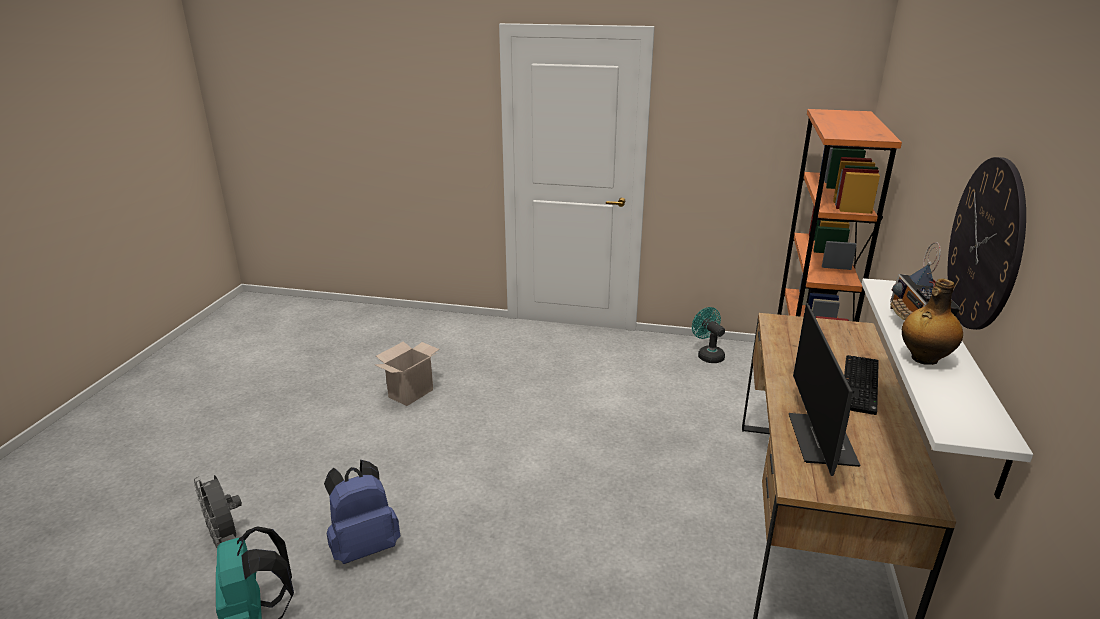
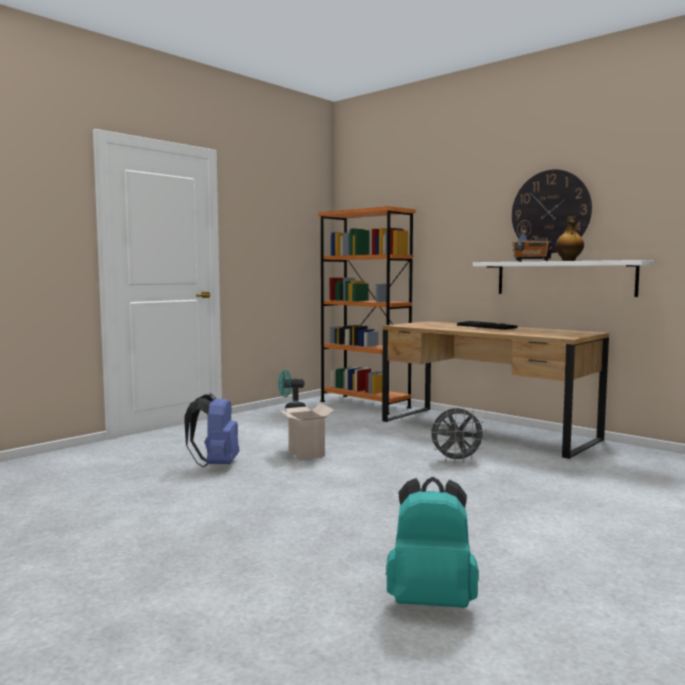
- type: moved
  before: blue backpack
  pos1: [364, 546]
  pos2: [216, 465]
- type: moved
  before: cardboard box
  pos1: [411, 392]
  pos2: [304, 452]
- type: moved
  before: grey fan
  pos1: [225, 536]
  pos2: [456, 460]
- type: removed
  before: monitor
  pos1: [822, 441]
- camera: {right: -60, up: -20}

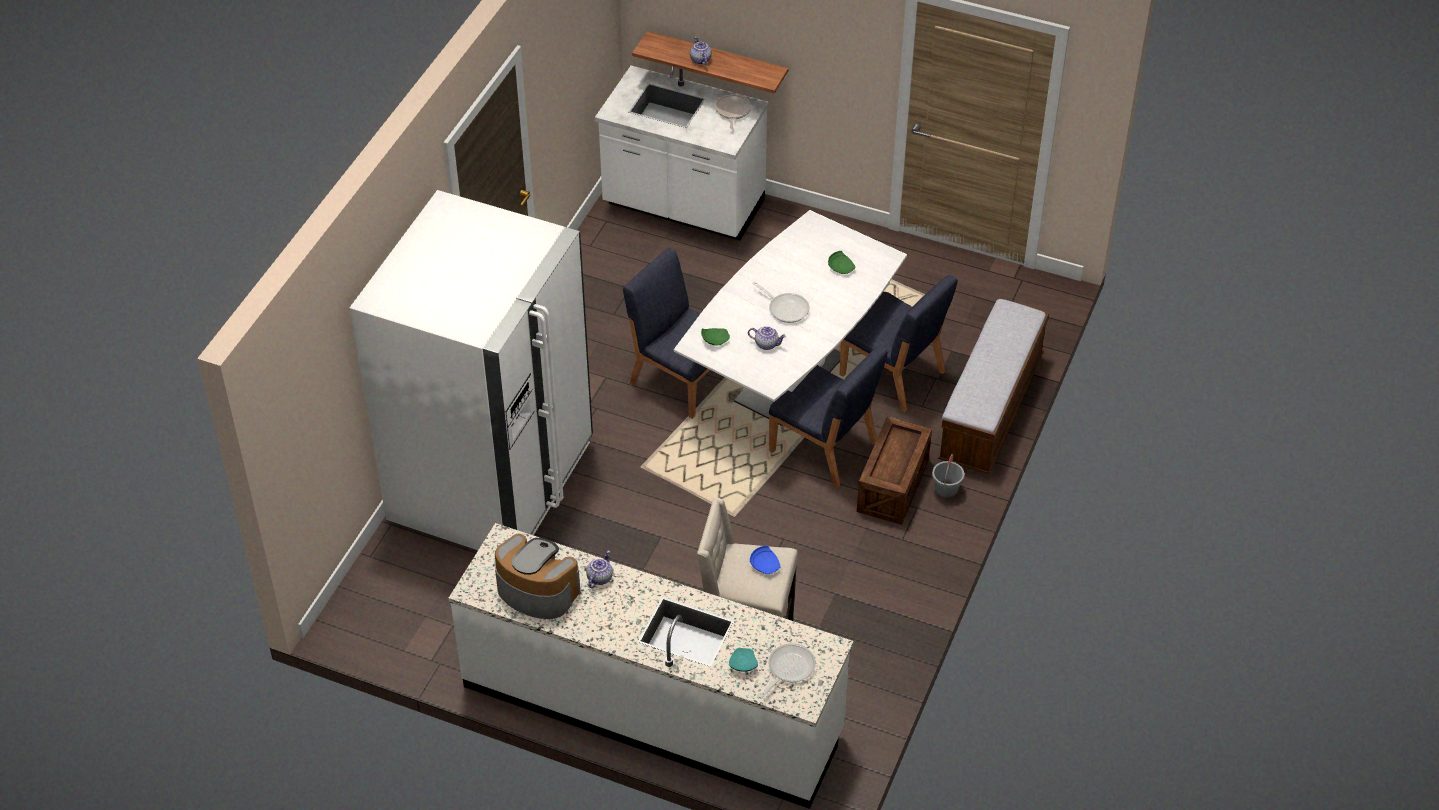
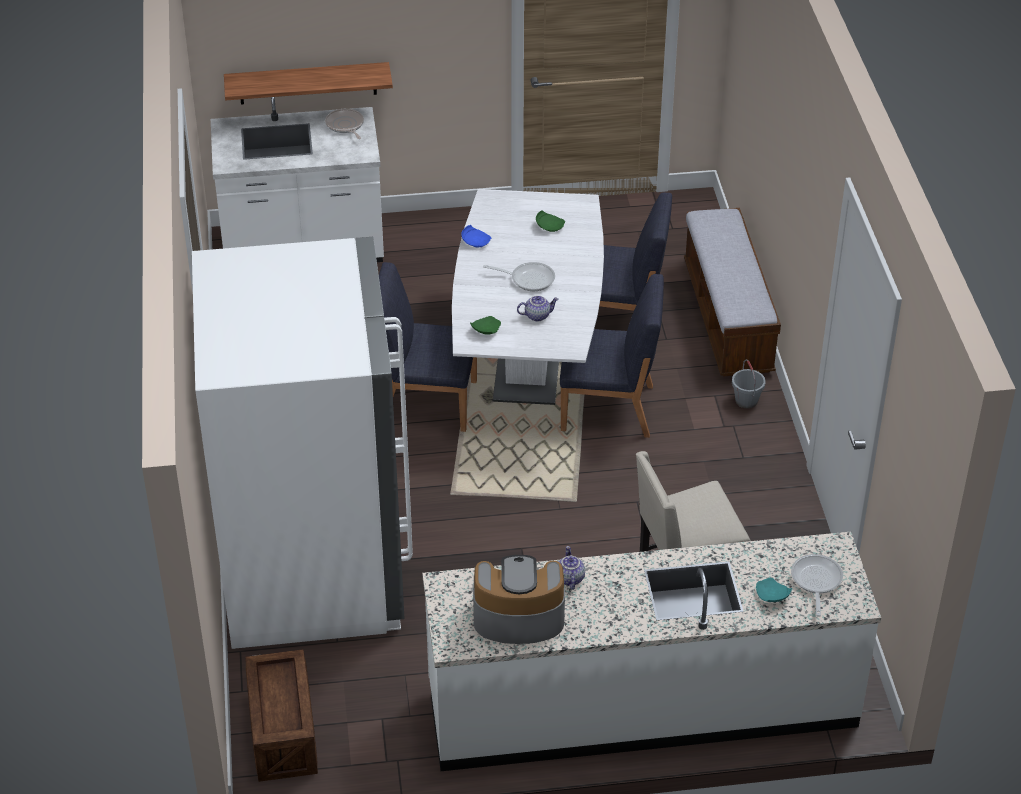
- type: moved
  before: crate
  pos1: [893, 486]
  pos2: [283, 733]
- type: moved
  before: blue plate
  pos1: [765, 565]
  pos2: [475, 242]
- type: removed
  before: teapot
  pos1: [700, 60]
- camera: {right: -30, up: -5}

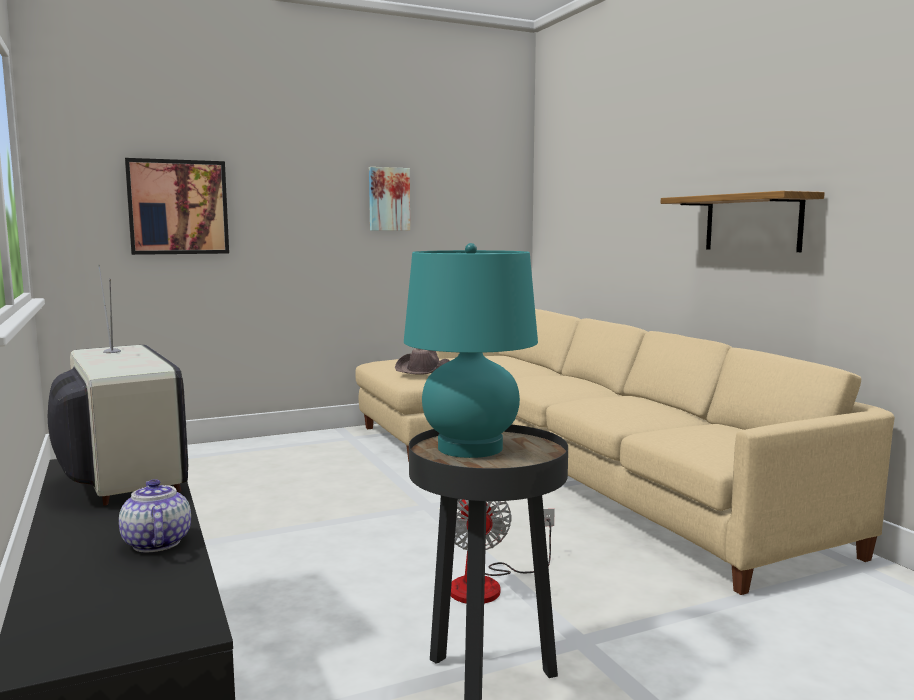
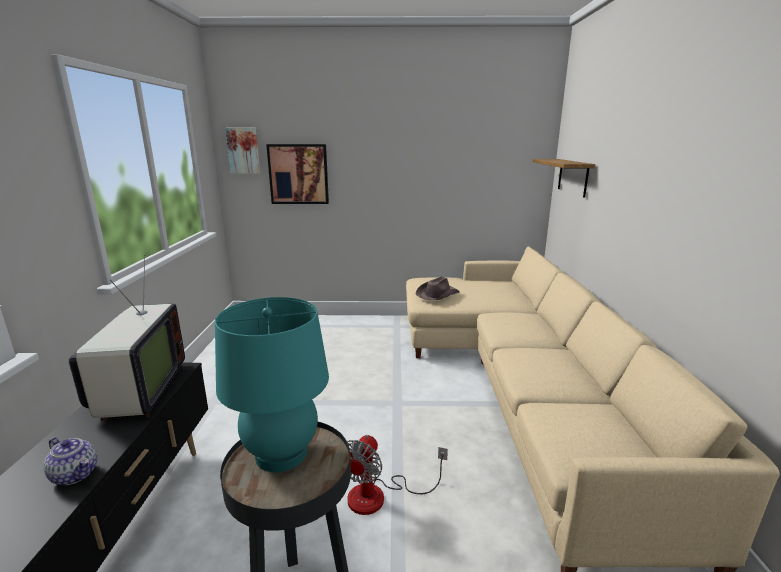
- type: turned
  before: teapot
  pos1: [155, 543]
  pos2: [76, 474]
  turn: 120
- type: moved
  before: picture
  pos1: [388, 199]
  pos2: [243, 150]
- type: moved
  before: shelf
  pos1: [752, 223]
  pos2: [573, 177]
- camera: {right: 25, up: 10}

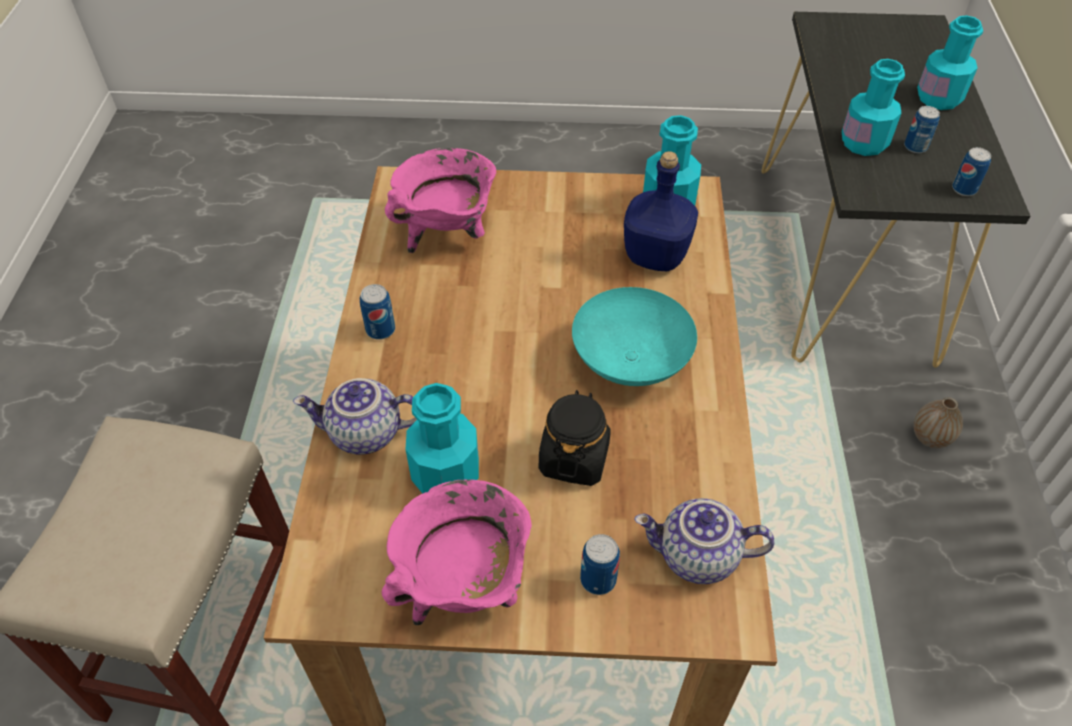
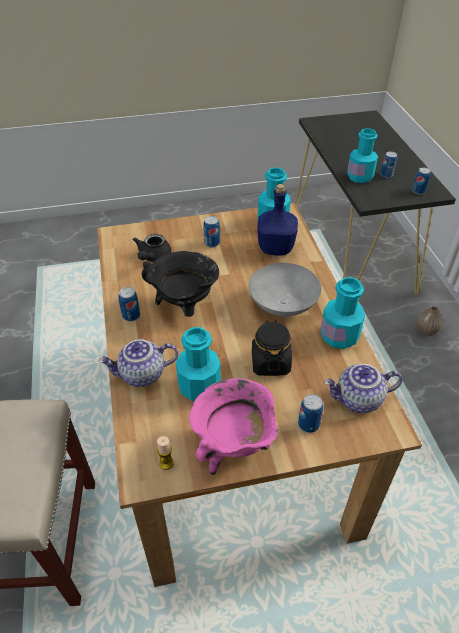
- type: replaced
  before: pink cooking pot
  after: black teapot
  pos1: [448, 234]
  pos2: [153, 257]
- type: added
  after: black cooking pot
  pos2: [184, 306]
- type: added
  after: candle
  pos2: [166, 463]
- type: added
  after: can
  pos2: [212, 243]
- type: recoloured
  before: turquoise bowl
  after: grey bowl
  pos1: [628, 361]
  pos2: [281, 305]
- type: moved
  before: turquoise bottle
  pos1: [938, 98]
  pos2: [339, 336]
- camera: {right: -15, up: -5}

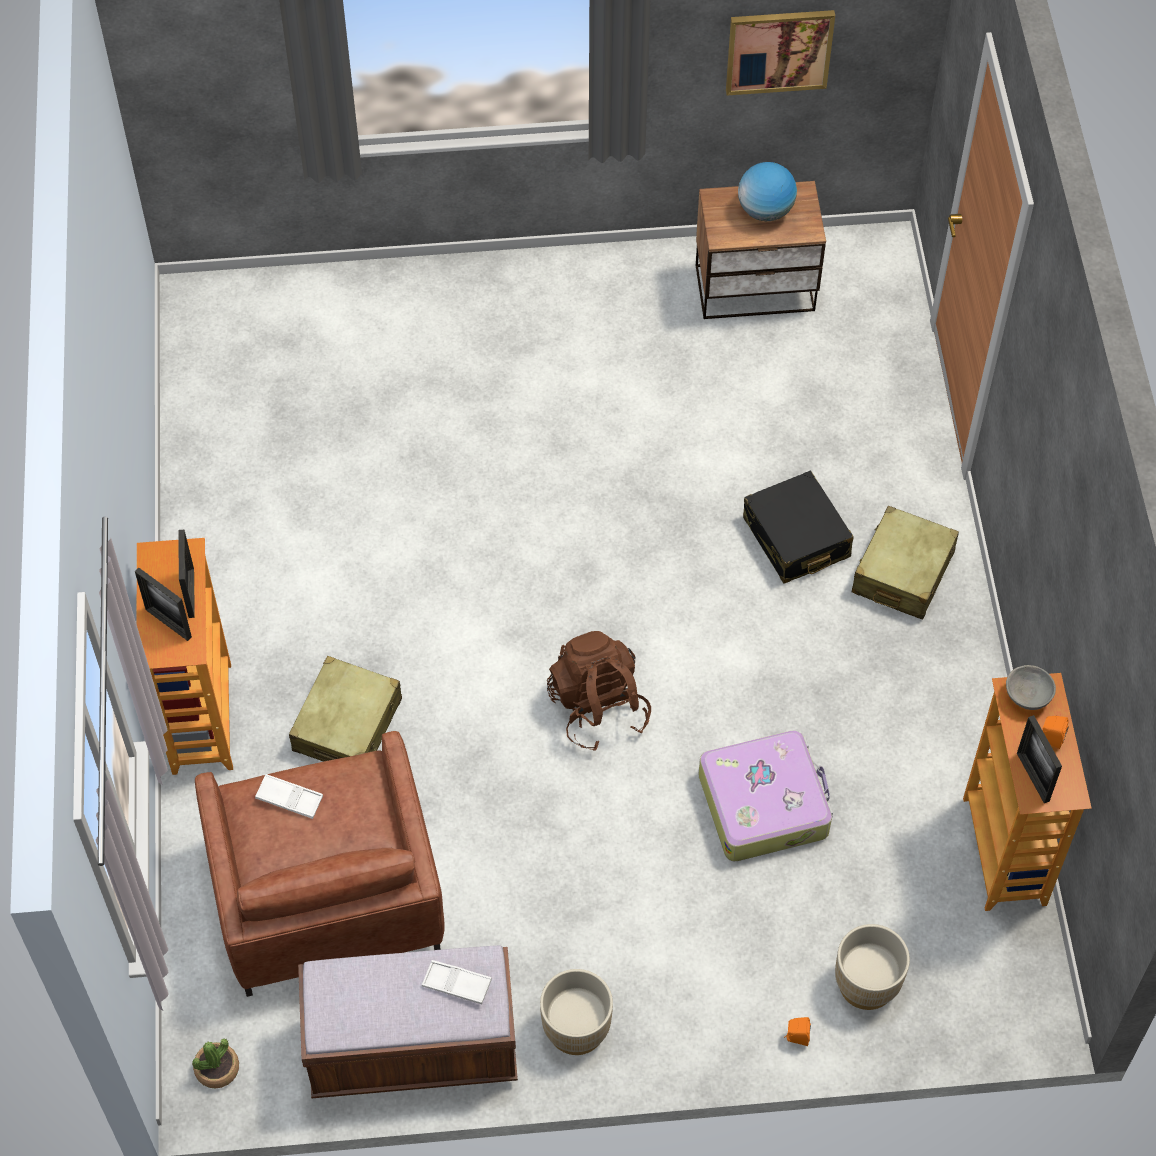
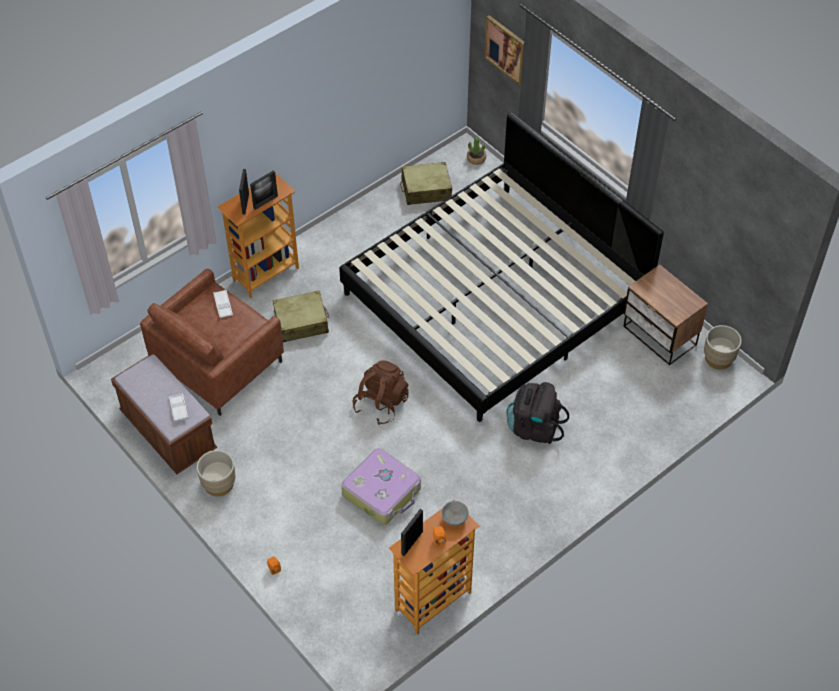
- type: added
  after: bed
  pos2: [495, 298]
- type: moved
  before: beige suitcase
  pos1: [902, 573]
  pos2: [426, 190]
- type: moved
  before: potted plant
  pos1: [217, 1068]
  pos2: [476, 158]
- type: moved
  before: picture
  pos1: [779, 50]
  pos2: [506, 49]
- type: replaced
  before: black suitcase
  after: black backpack
  pos1: [796, 538]
  pos2: [534, 427]
- type: moved
  before: beige planter
  pos1: [866, 983]
  pos2: [718, 358]
- type: removed
  before: globe
  pos1: [765, 211]
- camera: {right: 55, up: -5}

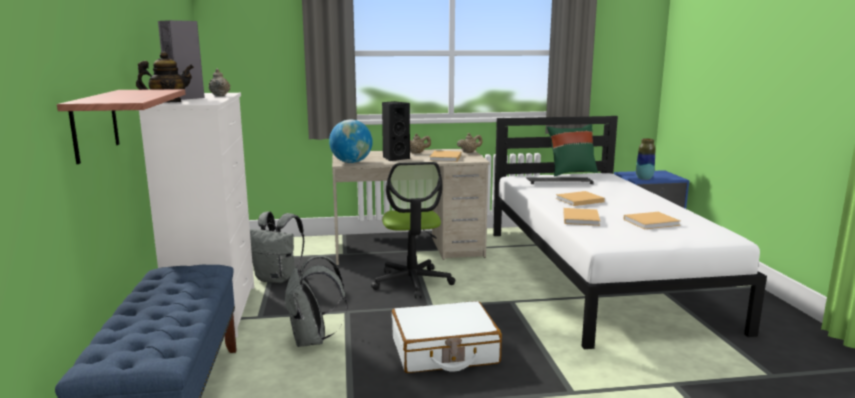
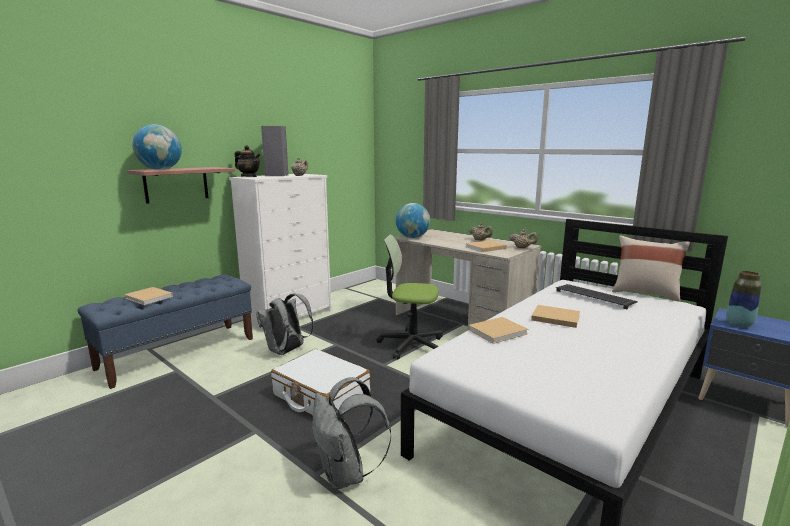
- type: moved
  before: beige book
  pos1: [652, 222]
  pos2: [149, 297]
- type: added
  after: globe
  pos2: [160, 169]
- type: moved
  before: grey backpack
  pos1: [277, 278]
  pos2: [346, 475]
- type: turned
  before: office chair
  pos1: [412, 282]
  pos2: [411, 344]
  turn: 60
- type: recoloured
  before: green pillow
  after: beige pillow
  pos1: [571, 172]
  pos2: [645, 293]
- type: removed
  before: black speaker
  pos1: [395, 158]
- camera: {right: 50, up: 0}

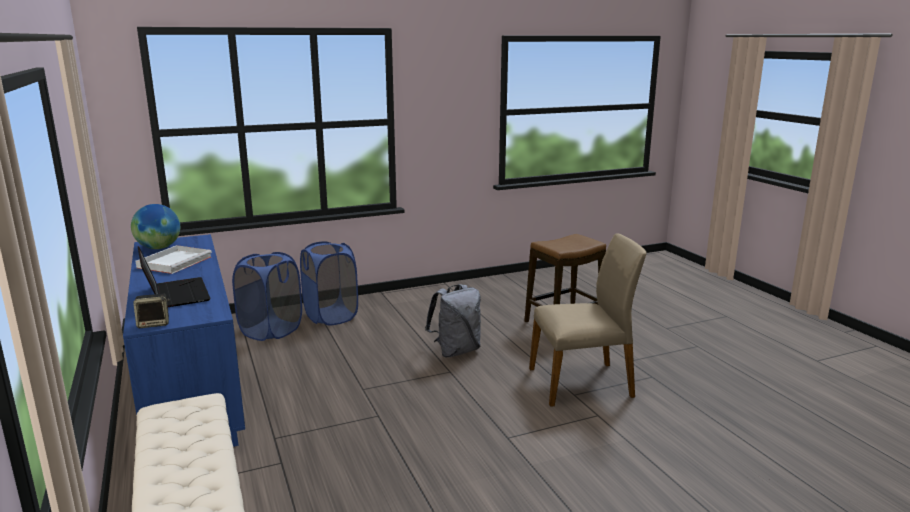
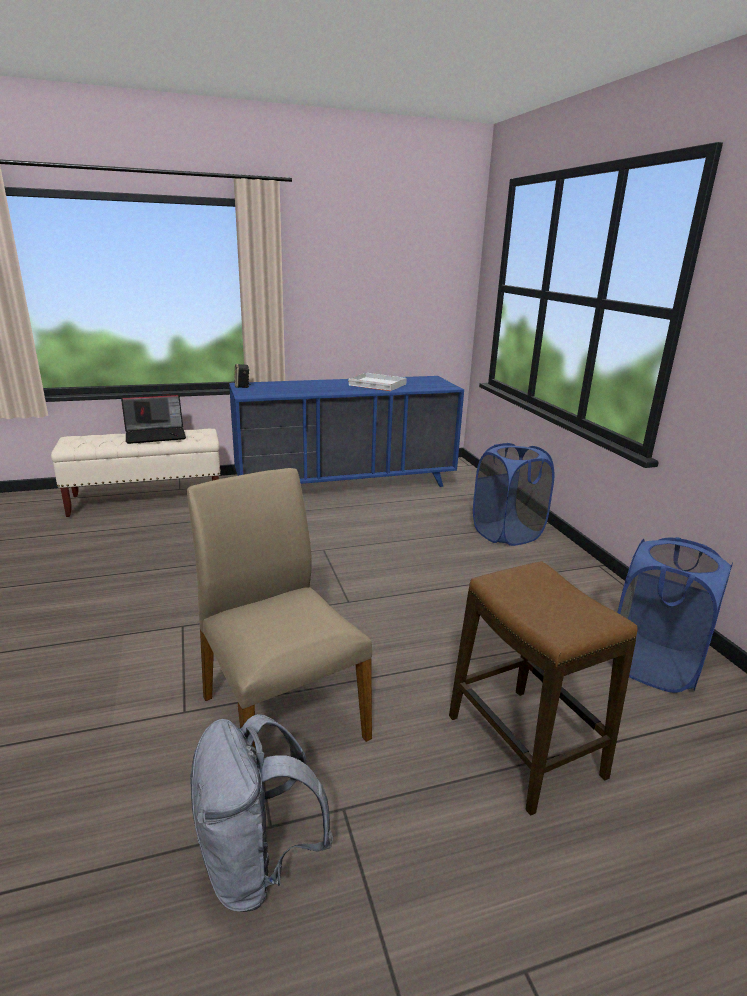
- type: moved
  before: laptop
  pos1: [175, 294]
  pos2: [156, 435]
- type: turned
  before: beige chair
  pos1: [582, 383]
  pos2: [280, 716]
  turn: 150
- type: moved
  before: grey backpack
  pos1: [456, 351]
  pos2: [257, 863]
- type: moved
  before: blue laundry basket
  pos1: [271, 330]
  pos2: [654, 665]
- type: removed
  before: globe
  pos1: [158, 248]
- camera: {right: 95, up: 5}

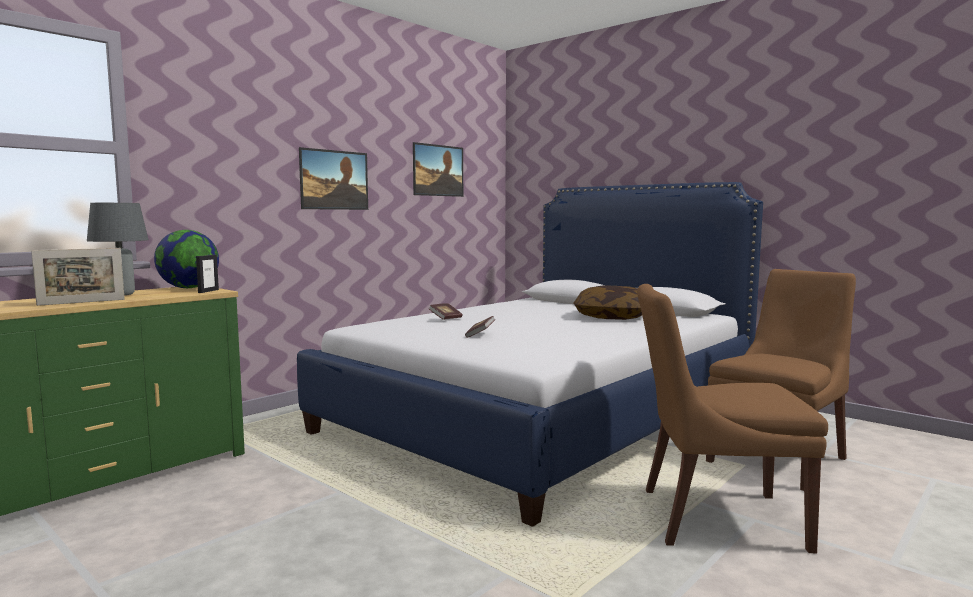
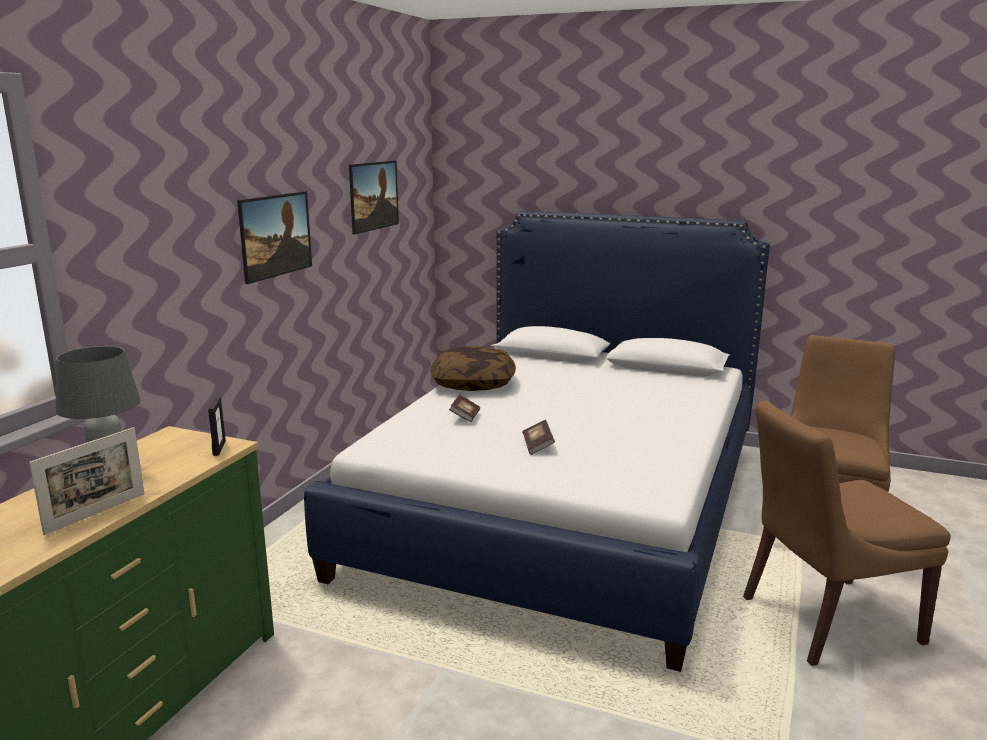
- type: moved
  before: pillow
  pos1: [613, 317]
  pos2: [473, 383]
- type: removed
  before: globe
  pos1: [188, 288]
- camera: {right: -20, up: 10}

